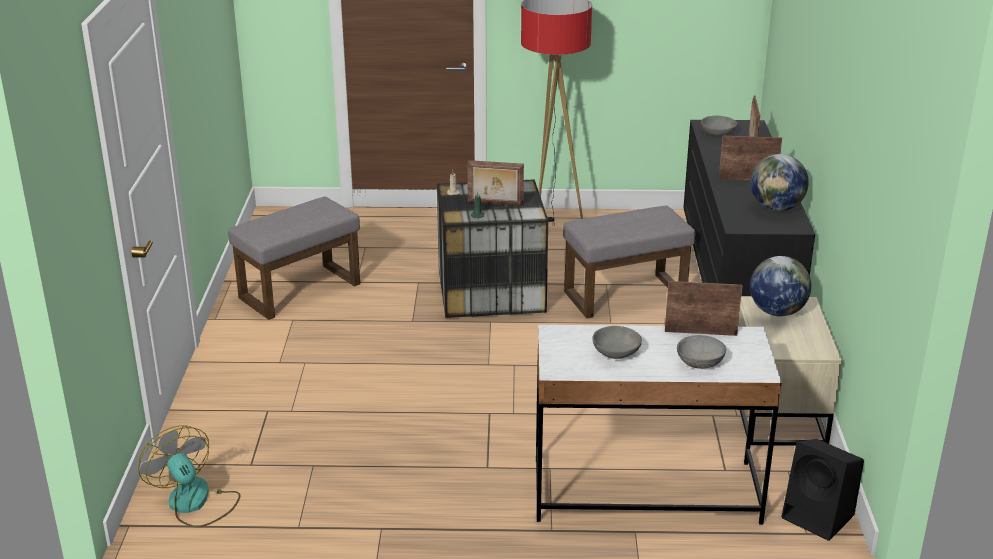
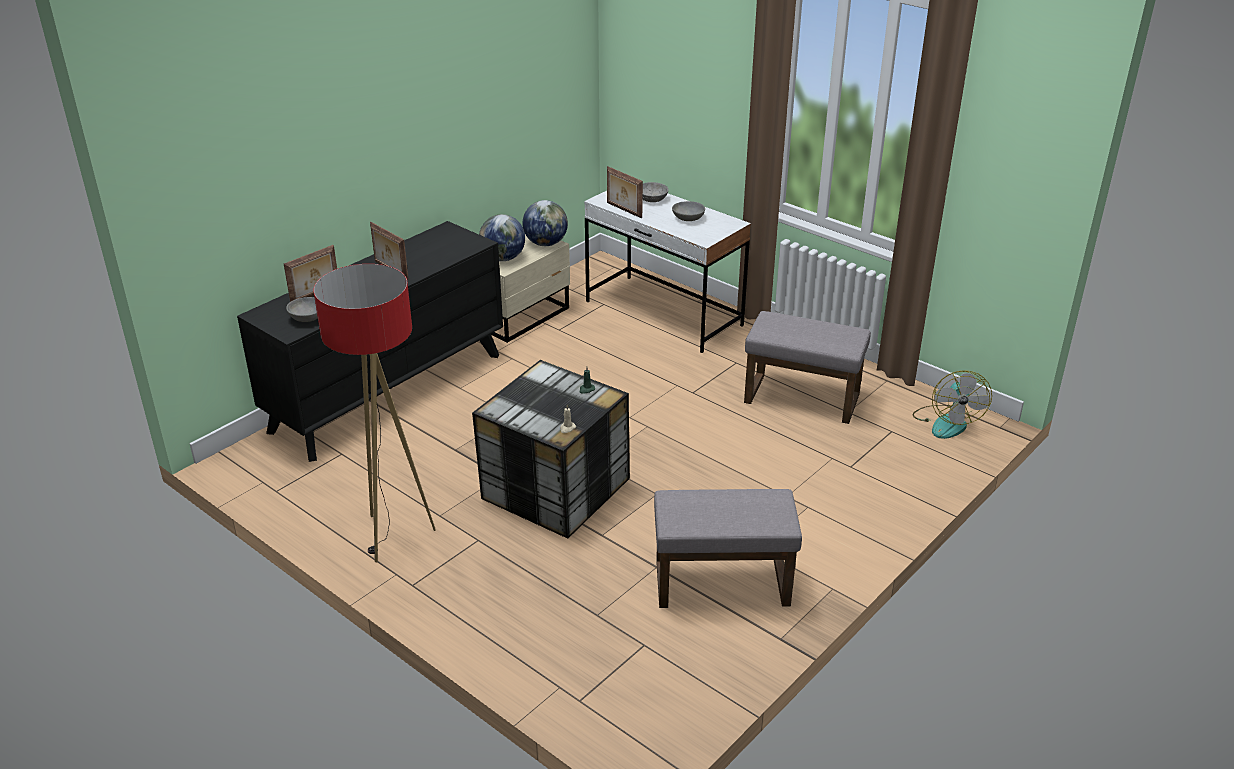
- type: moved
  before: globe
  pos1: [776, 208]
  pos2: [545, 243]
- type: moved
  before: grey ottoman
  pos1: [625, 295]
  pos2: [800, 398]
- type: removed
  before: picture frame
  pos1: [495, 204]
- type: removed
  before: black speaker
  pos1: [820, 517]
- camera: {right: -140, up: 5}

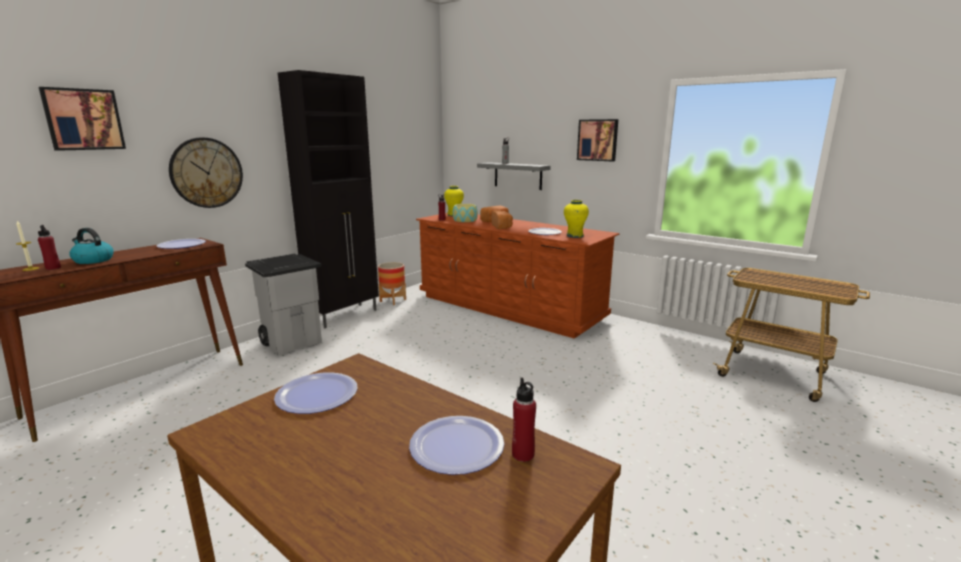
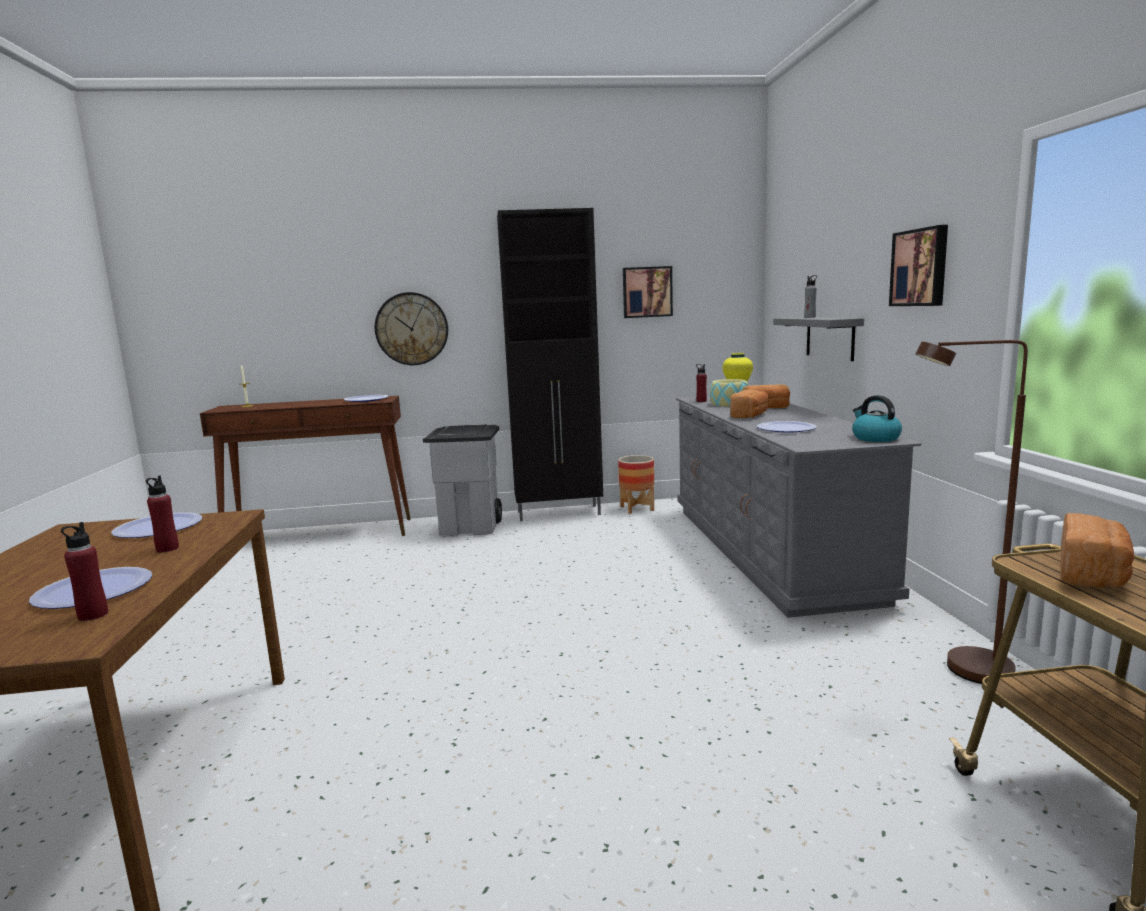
- type: moved
  before: red bottle
  pos1: [53, 268]
  pos2: [167, 549]
- type: moved
  before: picture
  pos1: [83, 119]
  pos2: [647, 292]
- type: recoloured
  before: brown dresser
  after: grey dresser
  pos1: [508, 307]
  pos2: [767, 550]
- type: moved
  before: kettle
  pos1: [93, 260]
  pos2: [875, 438]
- type: added
  after: brown floor lamp
  pos2: [962, 670]
- type: added
  after: bread
  pos2: [1092, 574]
- type: removed
  before: yellow vase
  pos1: [575, 236]
- camera: {right: 45, up: -5}

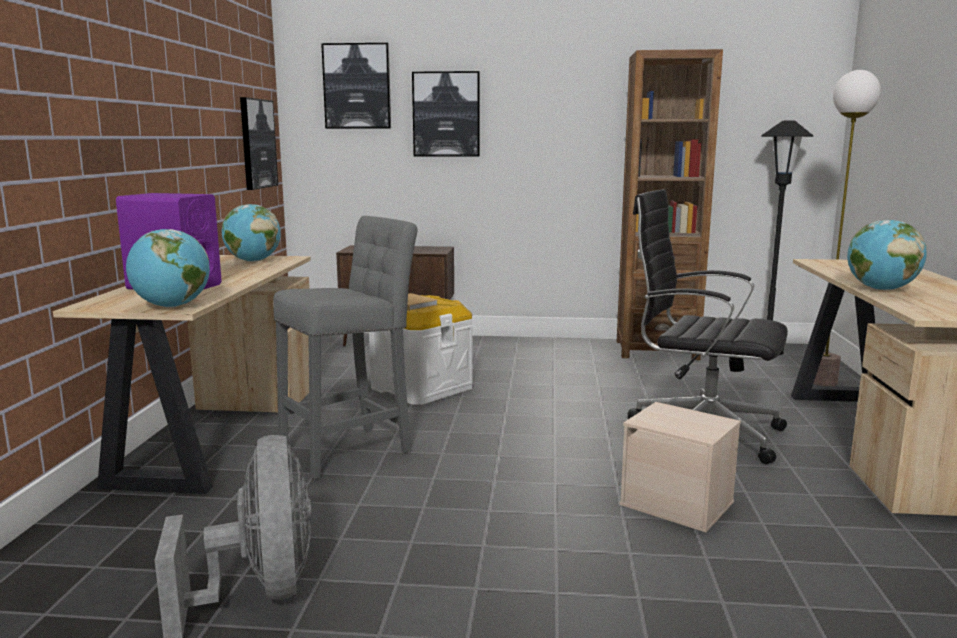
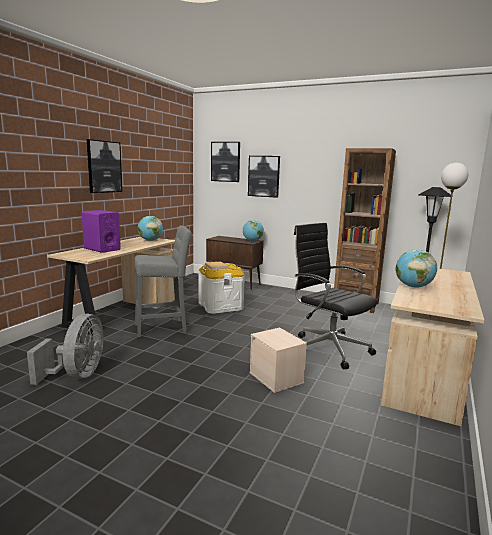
- type: moved
  before: picture
  pos1: [257, 143]
  pos2: [104, 167]
- type: moved
  before: globe
  pos1: [172, 306]
  pos2: [252, 241]
- camera: {right: 20, up: 0}

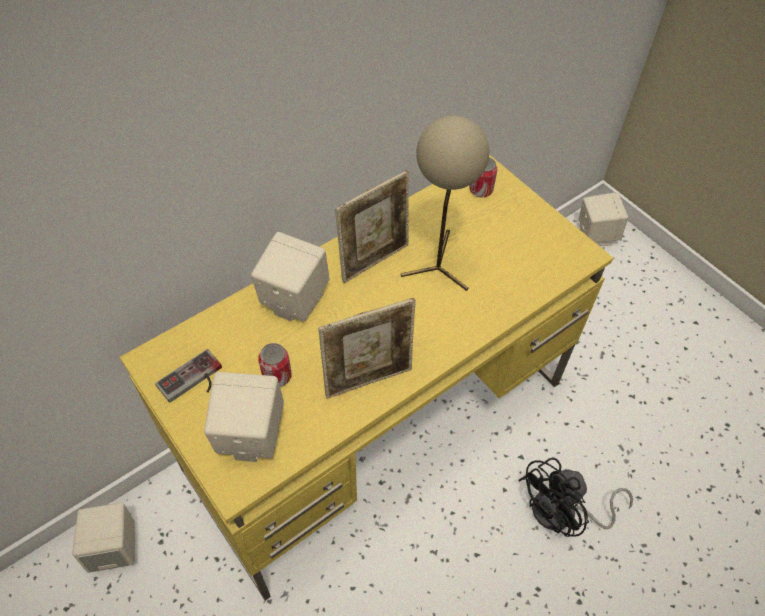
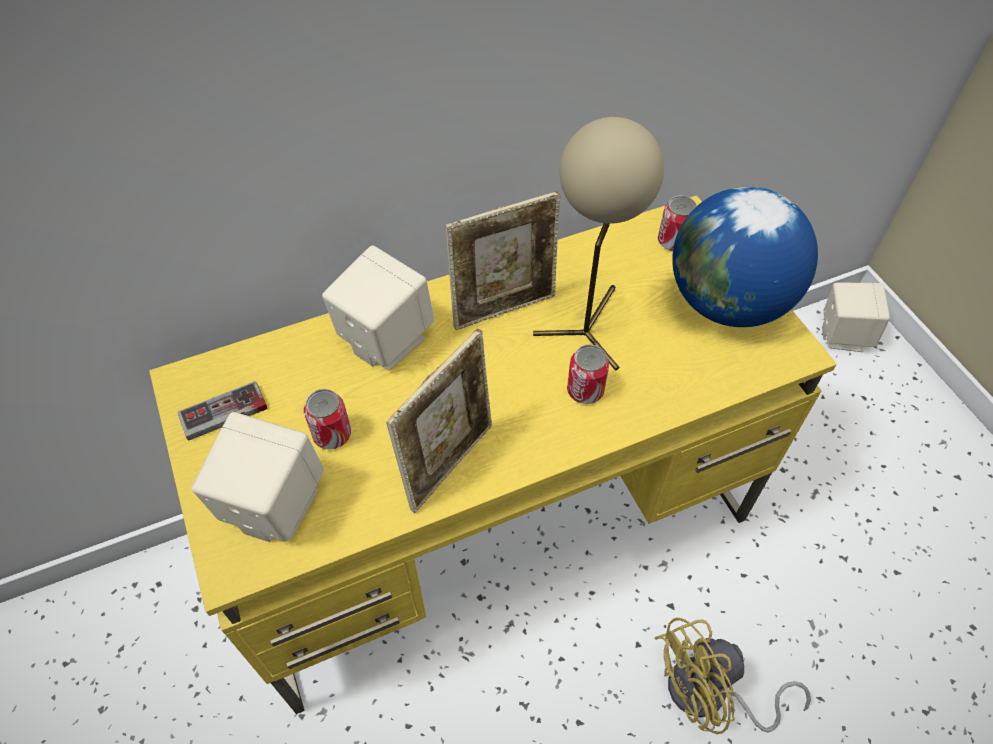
- type: turned
  before: picture frame
  pos1: [368, 379]
  pos2: [449, 463]
  turn: -45
- type: added
  after: can
  pos2: [585, 390]
- type: recoloured
  before: black fan
  after: yellow fan
  pos1: [563, 513]
  pos2: [709, 695]
- type: added
  after: globe
  pos2: [727, 302]
- type: removed
  before: beige speaker
  pos1: [115, 547]
- camera: {right: 15, up: 0}

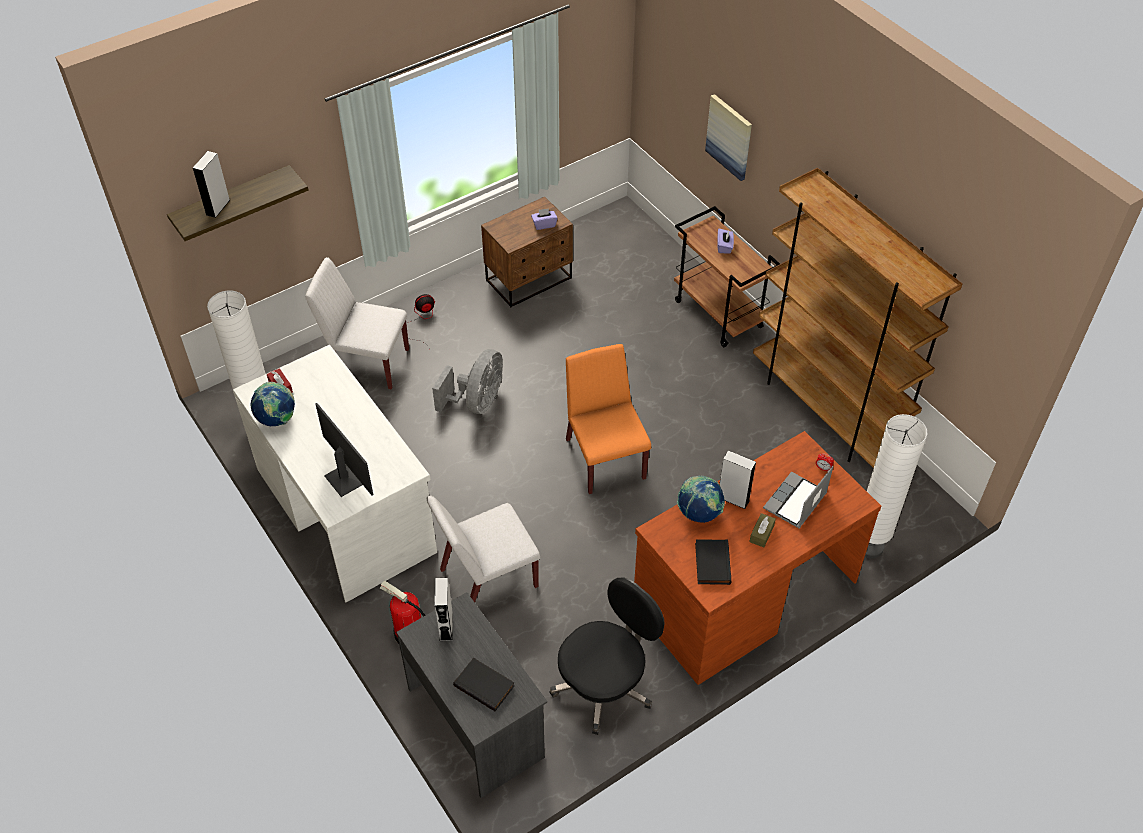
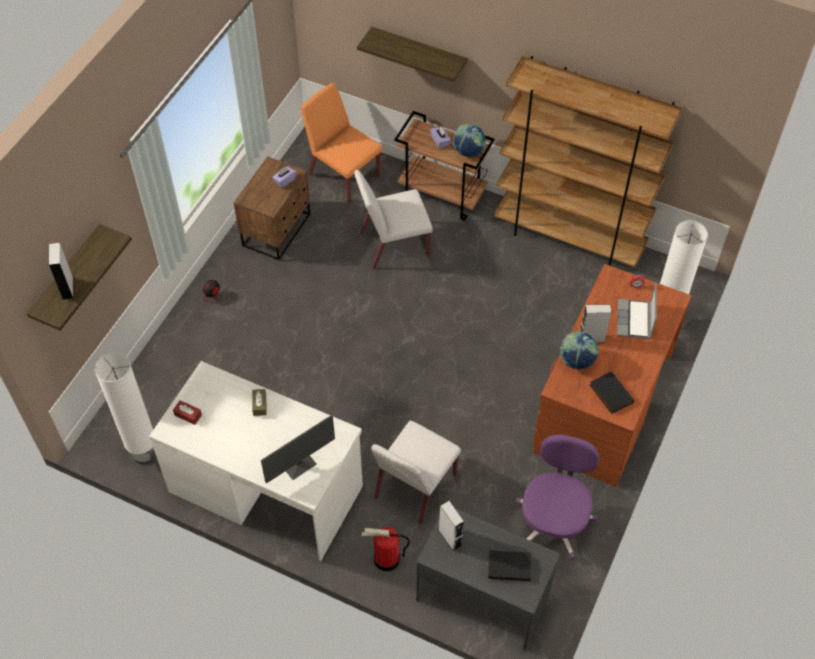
- type: moved
  before: brown tissue box
  pos1: [761, 534]
  pos2: [259, 405]
- type: turned
  before: monitor
  pos1: [345, 479]
  pos2: [299, 464]
  turn: 120
- type: moved
  before: orange chair
  pos1: [604, 458]
  pos2: [343, 175]
- type: moved
  before: white chair
  pos1: [366, 363]
  pos2: [393, 245]
- type: replaced
  before: picture
  after: shelf
  pos1: [729, 137]
  pos2: [419, 52]
- type: moved
  before: globe
  pos1: [277, 419]
  pos2: [469, 152]
- type: recoloured
  before: black office chair
  after: purple office chair
  pos1: [605, 684]
  pos2: [553, 520]
- type: removed
  before: grey fan
  pos1: [477, 402]
- camera: {right: -30, up: 5}

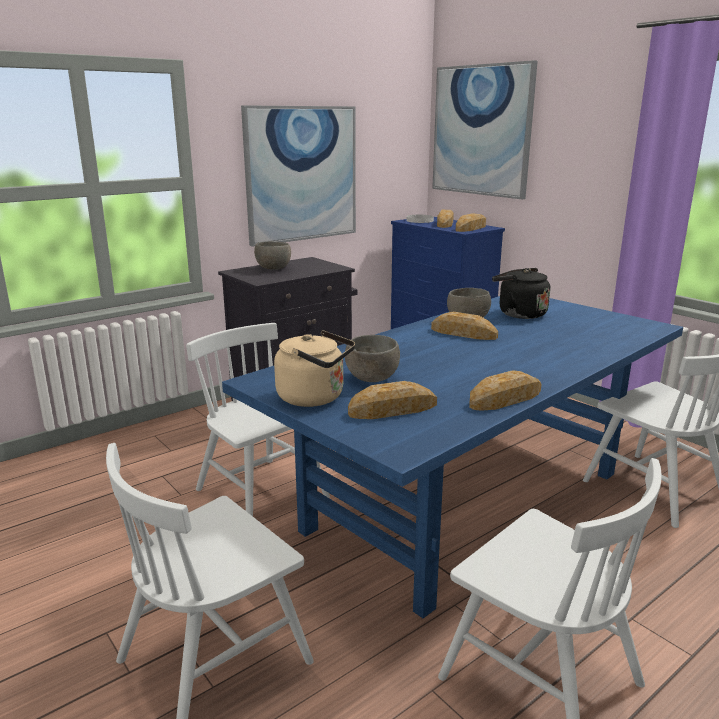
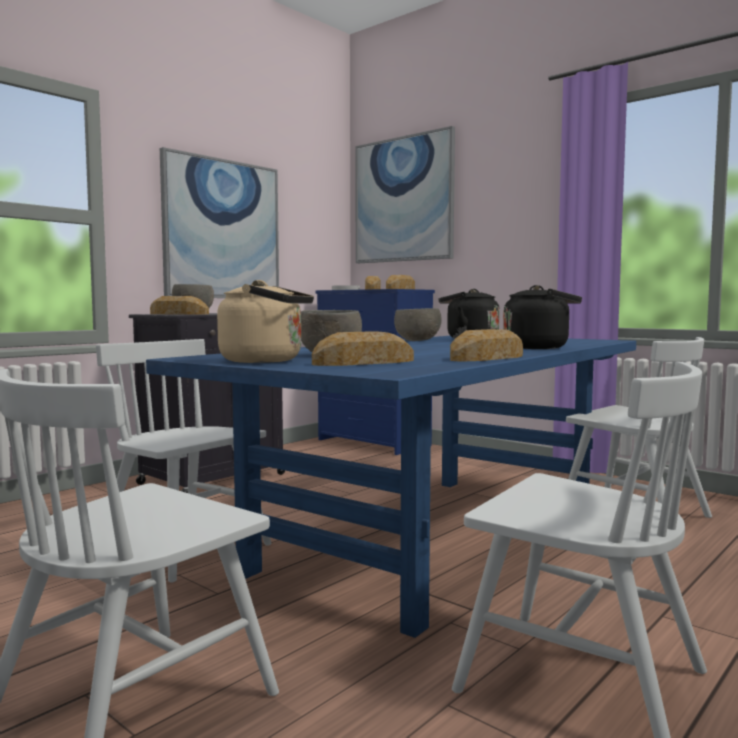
- type: moved
  before: bread
  pos1: [463, 333]
  pos2: [178, 314]
- type: added
  after: black kettle
  pos2: [539, 348]
- camera: {right: -10, up: -15}

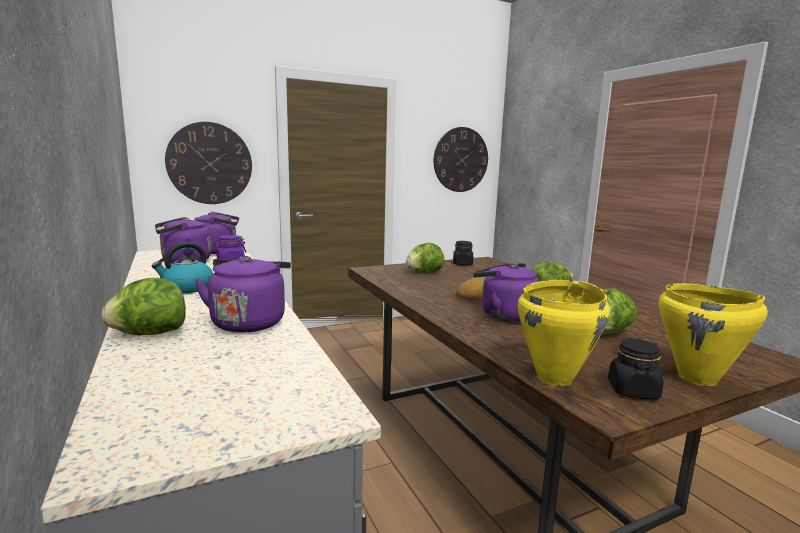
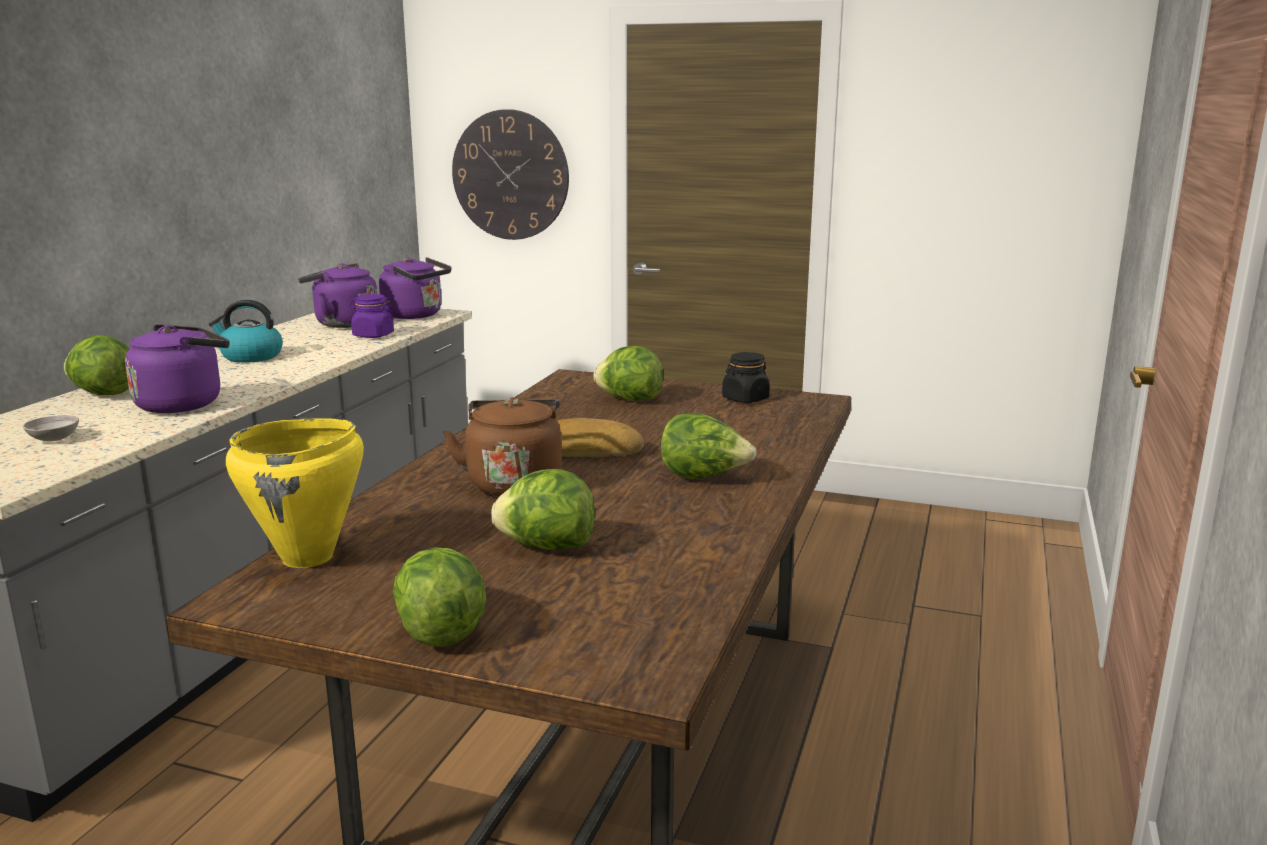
- type: added
  after: grey bowl
  pos2: [54, 439]
- type: replaced
  before: yellow cooking pot
  after: lettuce
  pos1: [698, 378]
  pos2: [440, 629]
- type: recoloured
  before: purple kettle
  after: brown kettle
  pos1: [504, 315]
  pos2: [513, 483]
- type: removed
  before: wall clock
  pos1: [460, 160]
- type: removed
  before: black jar
  pos1: [633, 391]
- camera: {right: 45, up: 5}

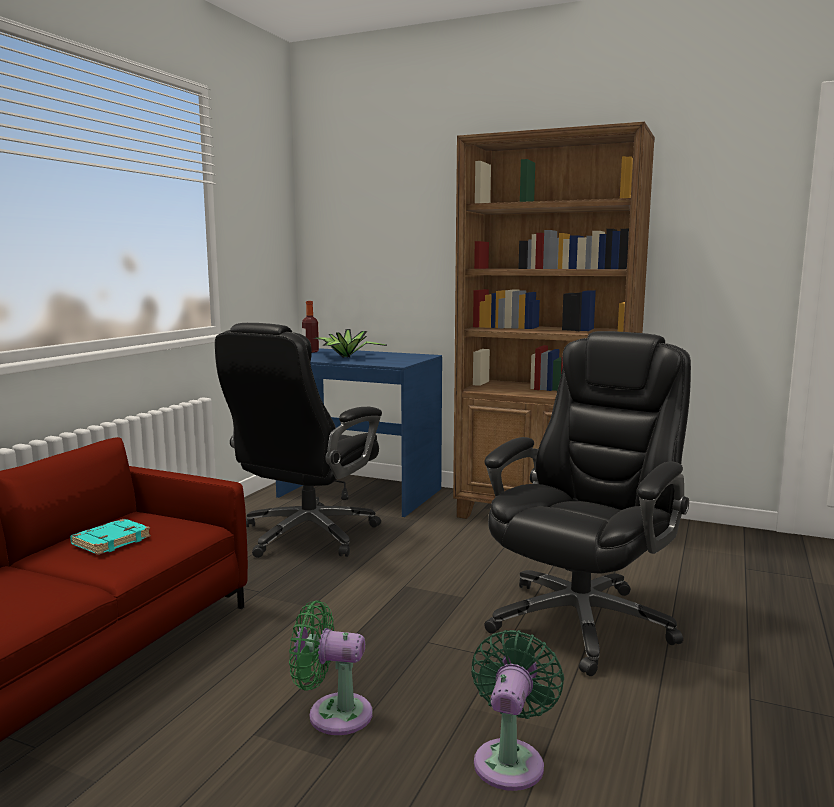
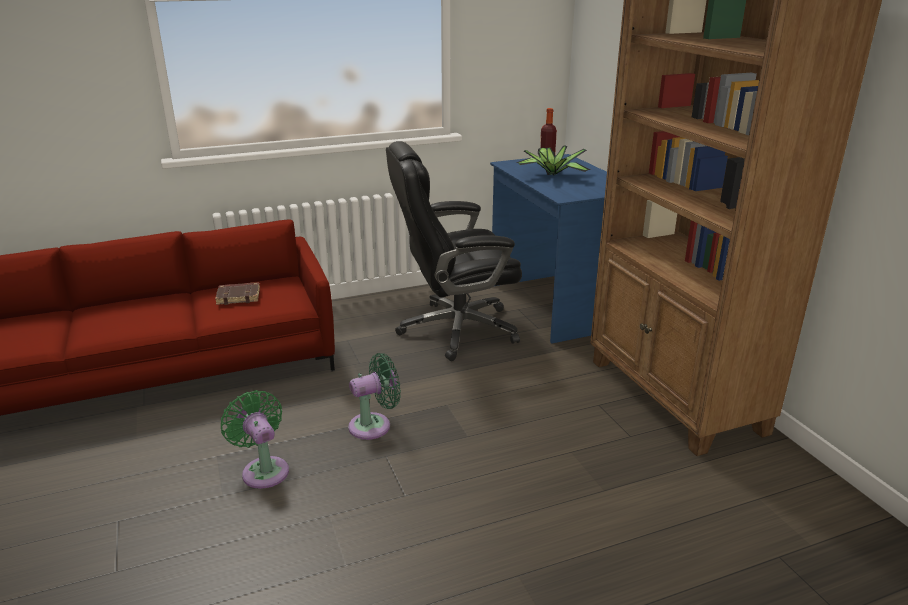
- type: recoloured
  before: turquoise book
  after: brown book
  pos1: [111, 541]
  pos2: [239, 296]
- type: moved
  before: green fan
  pos1: [510, 759]
  pos2: [374, 425]
- type: removed
  before: black office chair
  pos1: [582, 620]
- camera: {right: 45, up: 15}

